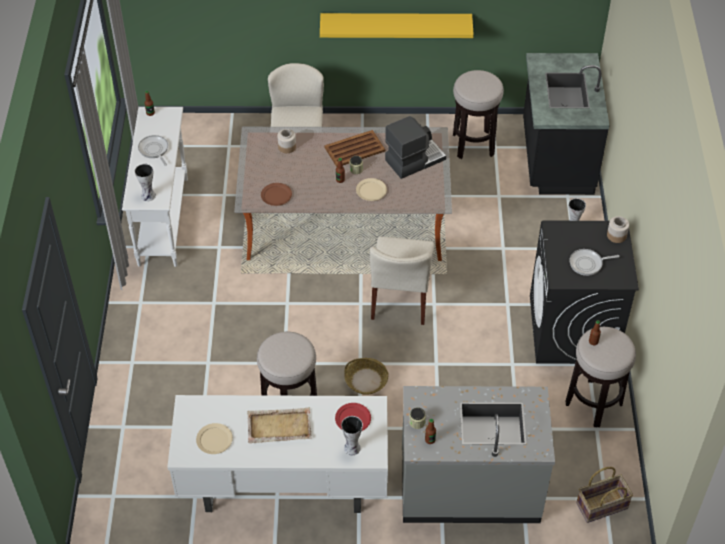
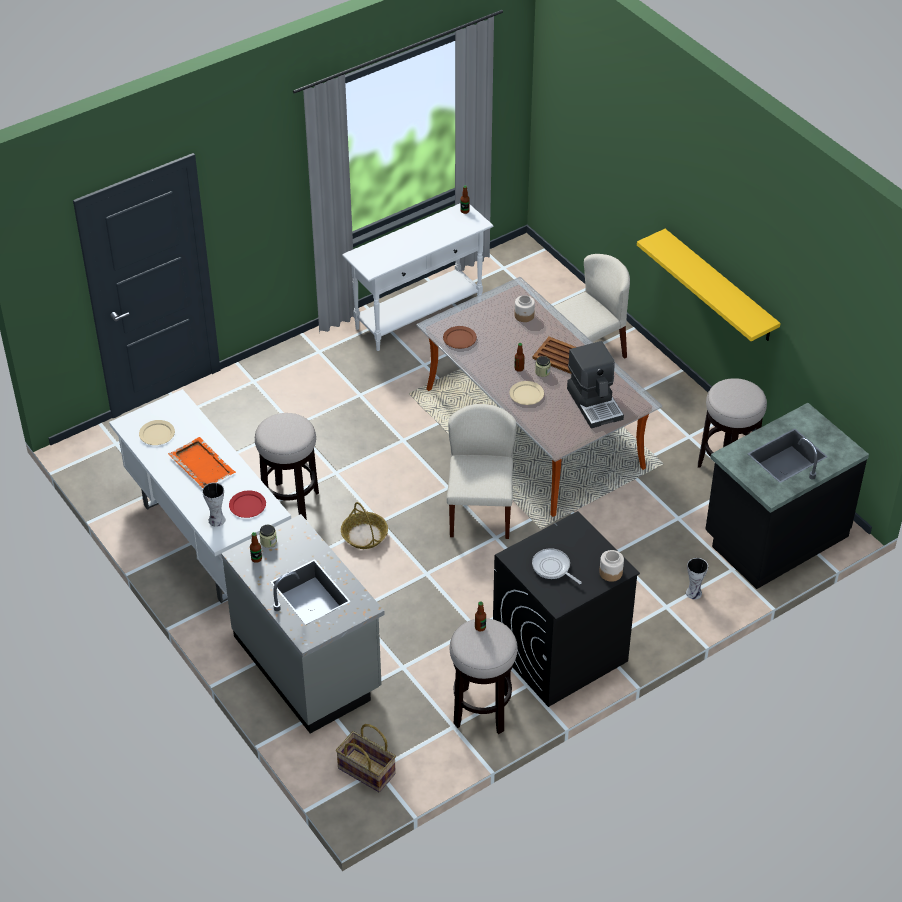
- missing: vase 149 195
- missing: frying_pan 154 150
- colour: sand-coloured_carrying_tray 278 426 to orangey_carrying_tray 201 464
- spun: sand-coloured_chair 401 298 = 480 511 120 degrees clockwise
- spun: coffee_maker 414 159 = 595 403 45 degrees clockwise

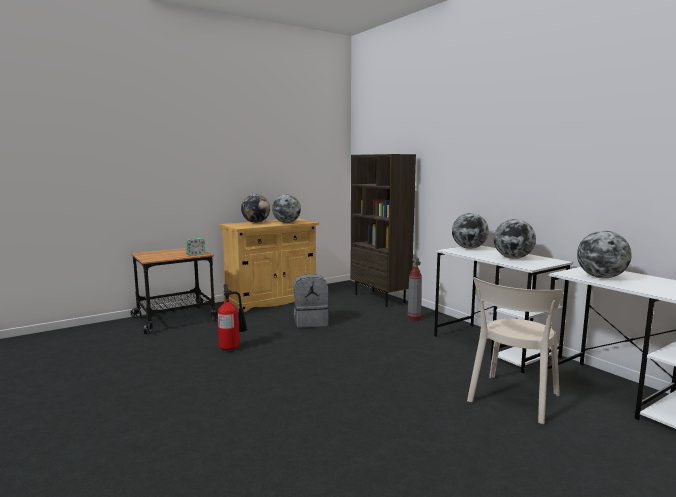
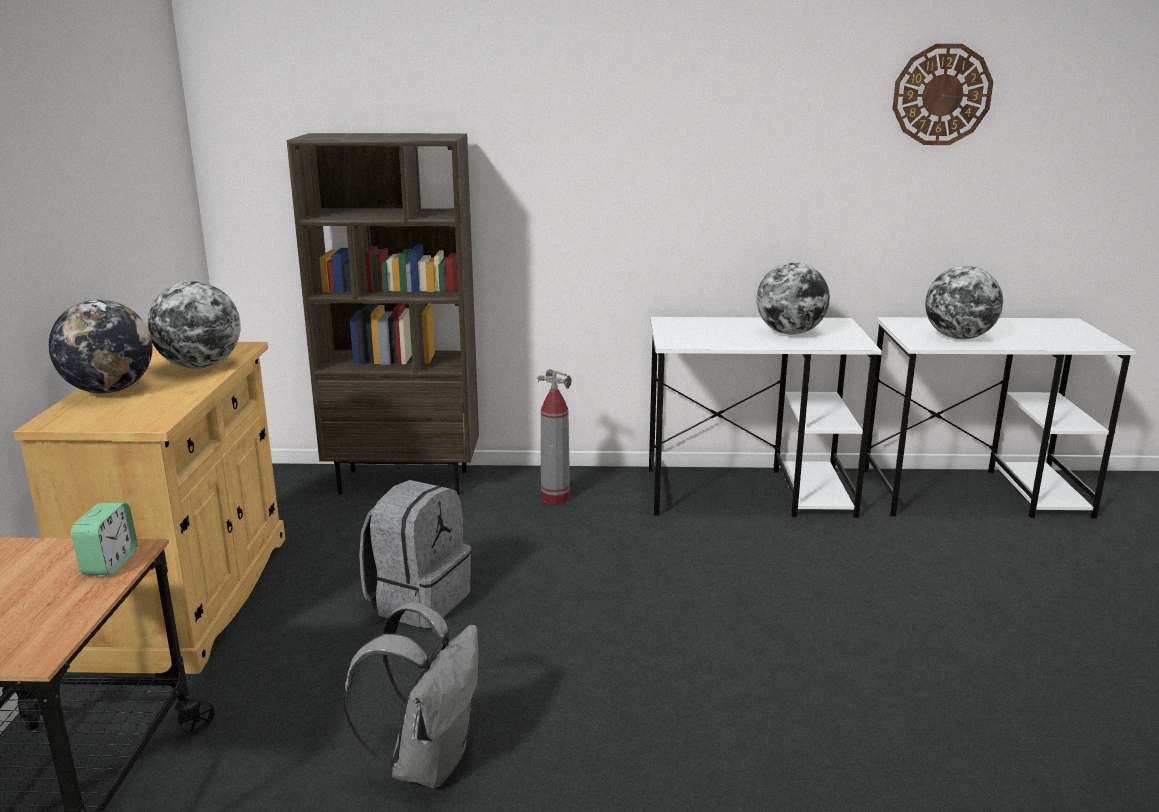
- missing: world_globe 469 248
- missing: sand-coloured_chair 512 400
- appeared: clock_on_the_wall 941 95
- exchanged: fire-fighting_cylinder 232 347 to grey_knapsack 428 761

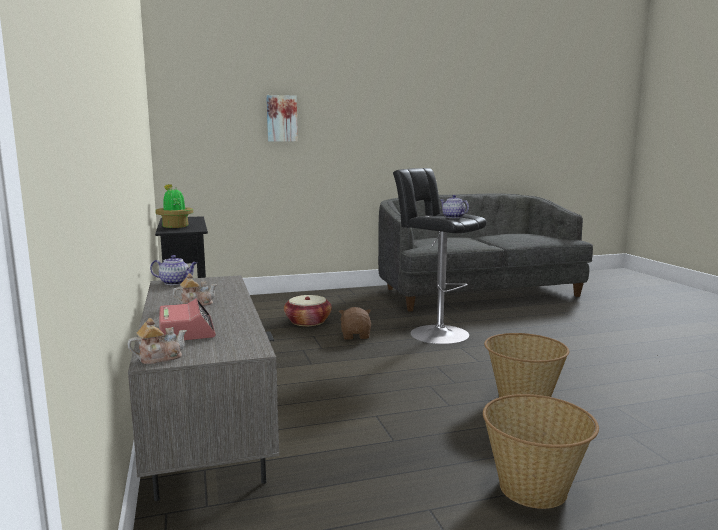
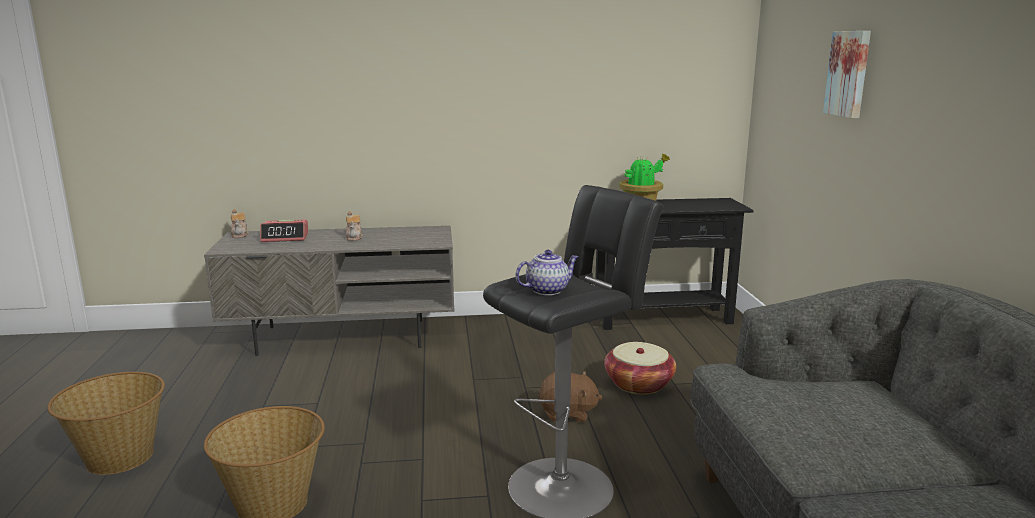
- missing: tea_pot 175 282

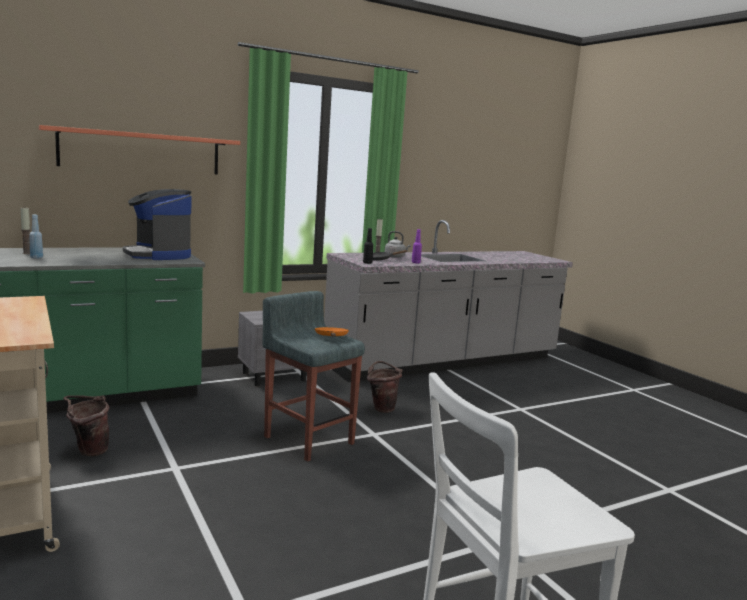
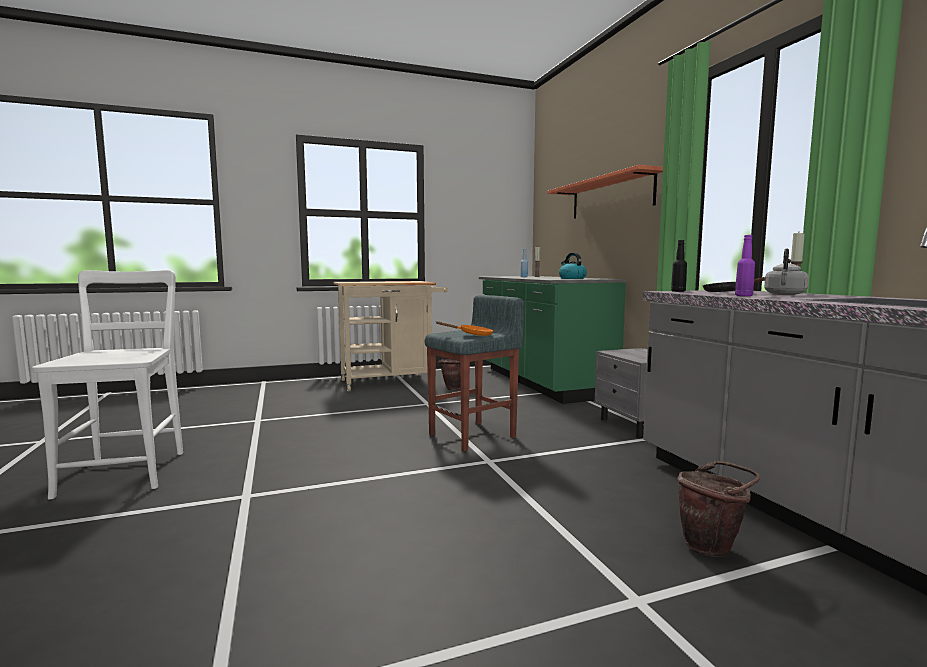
- relocated: brown-coloured_pail 382 408 to 712 547
- exchanged: coffee_maker 158 255 to kettle 572 278

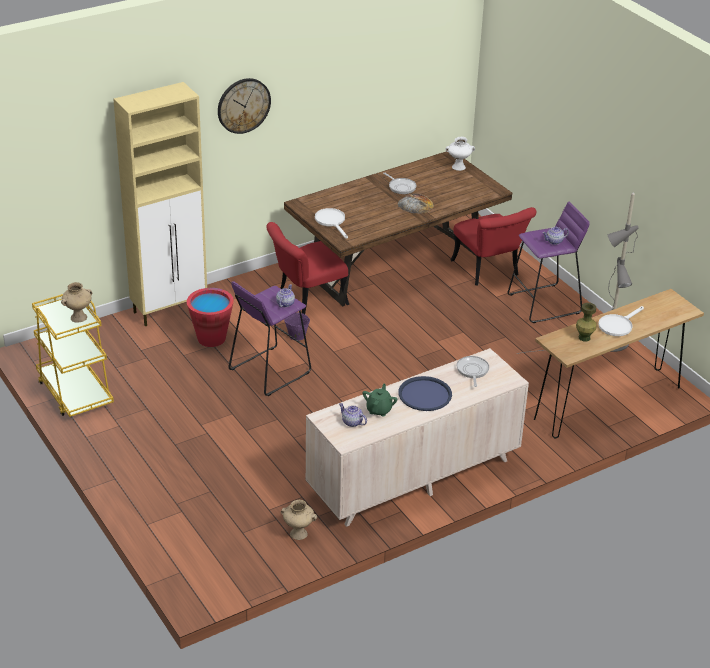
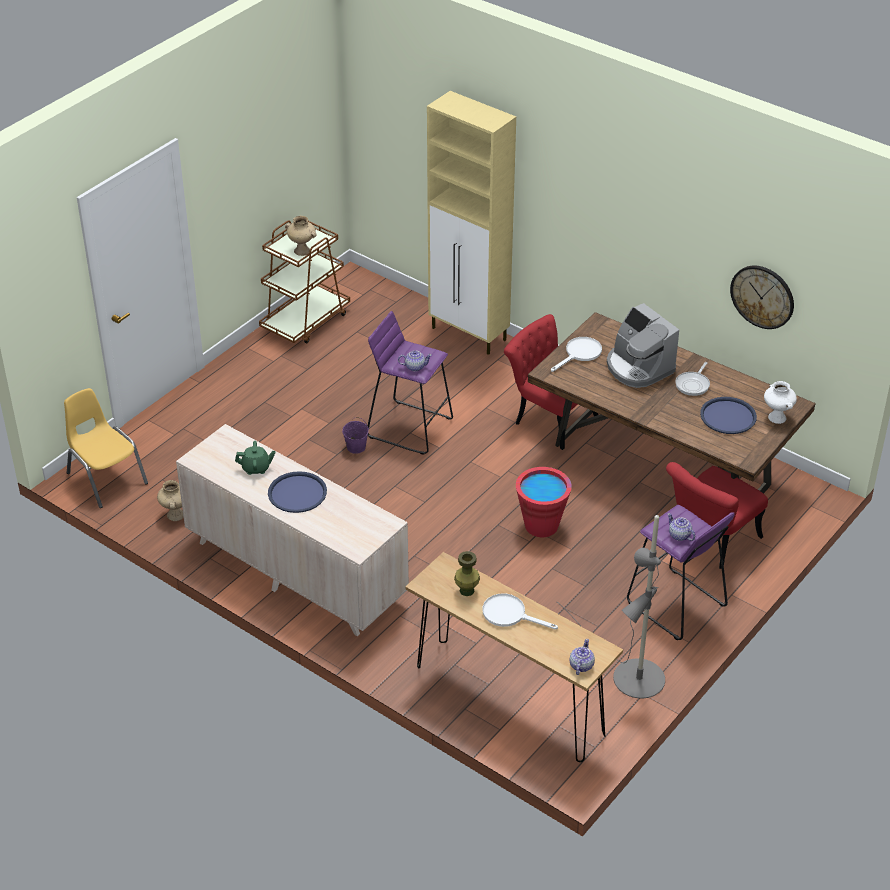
- missing: bread 415 205
- missing: frying_pan 472 371
- appeared: yellow-coloured_chair 106 478
- appeared: coffee_maker 638 367
- appeared: bluish_carrying_tray 728 416
- relocated: red_pail 211 338 to 541 525
- relocated: clock_on_the_wall 243 105 to 762 296
- relocated: purple-coloured_pail 296 335 to 356 447
- relocated: tea_pot 352 422 to 581 666
- colour: yellow-coloured_cart 75 393 to brown-coloured_cart 306 321

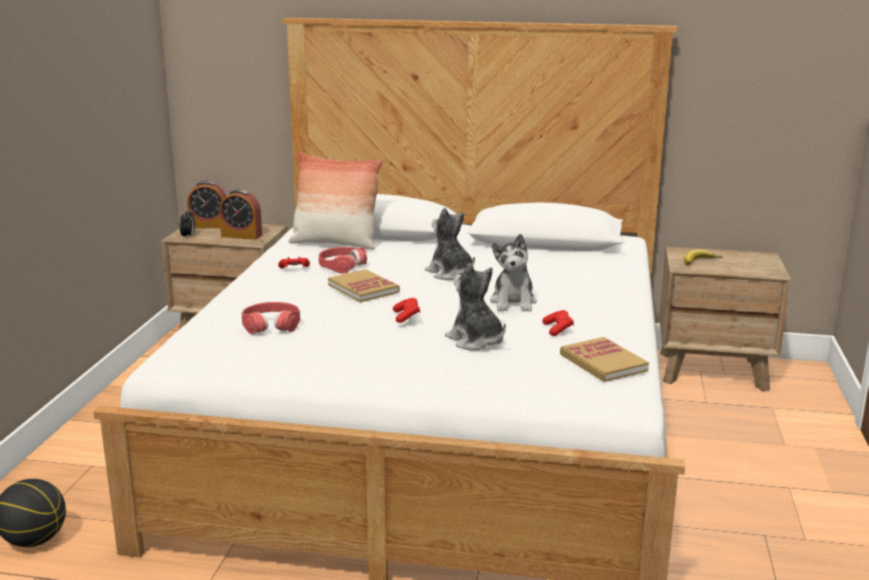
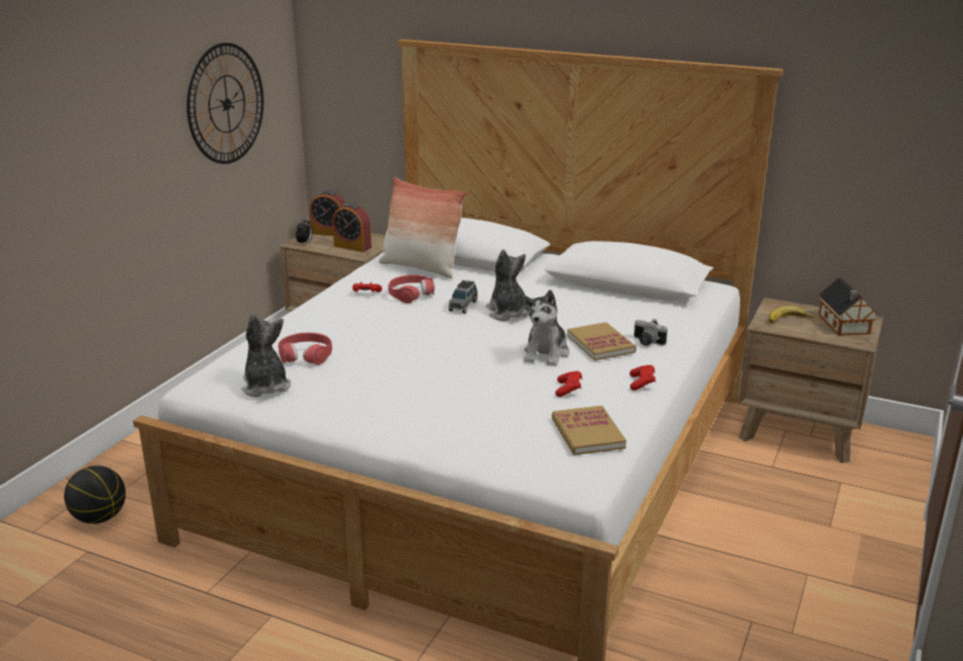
- appeared: clock_on_the_wall 226 104
- appeared: grey_model_car 463 306
- appeared: photo_camera 646 342
- appeared: miniature_house 844 325
- relocated: volume 363 288 to 600 344
- relocated: red_game_controller 406 316 to 642 383
- relocated: plush_toy 476 341 to 265 386

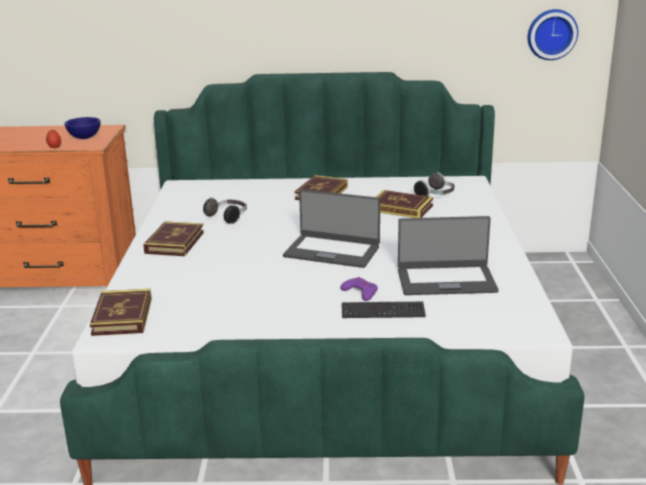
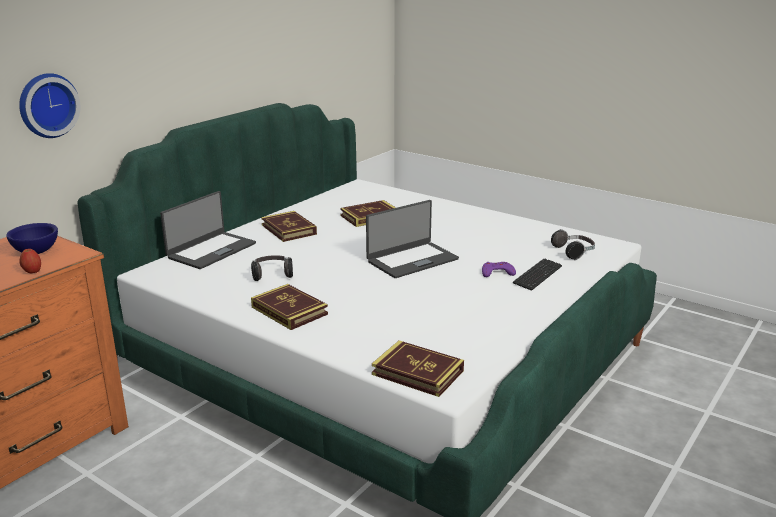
- relocated: portable_computer 446 280 to 211 250
- relocated: headset 436 195 to 574 252
- relocated: clock_on_the_wall 551 34 to 47 105

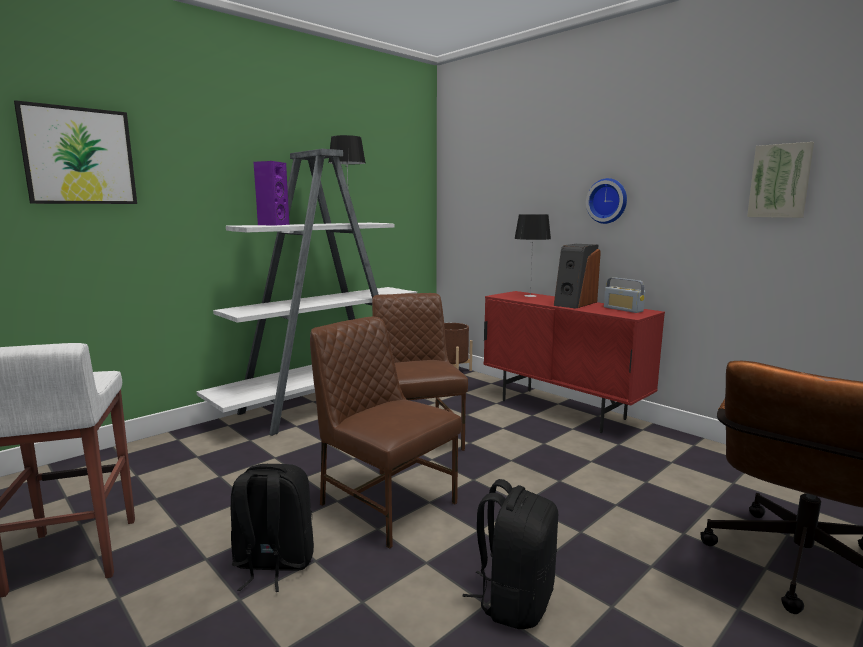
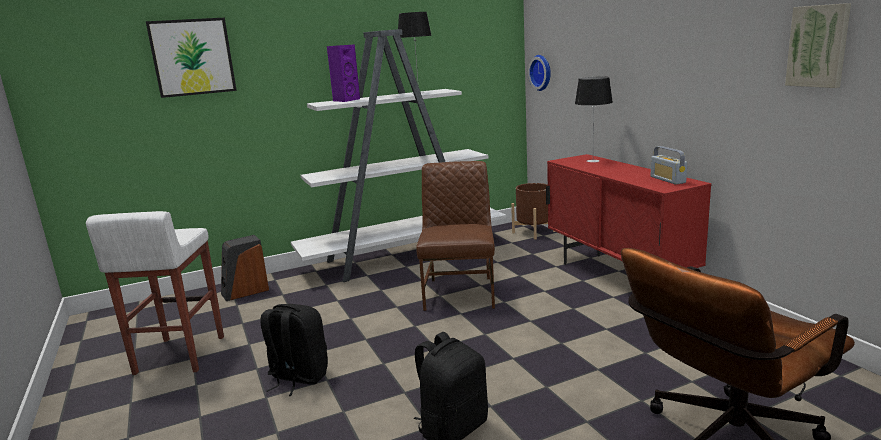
- missing: brown-coloured_chair 385 503
- relocated: audio_speaker 574 303 to 245 291
- relocated: clock_on_the_wall 608 201 to 542 72

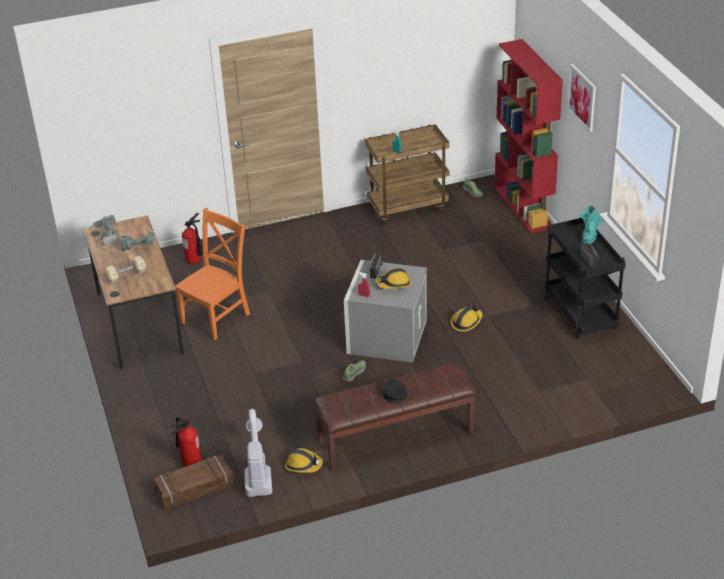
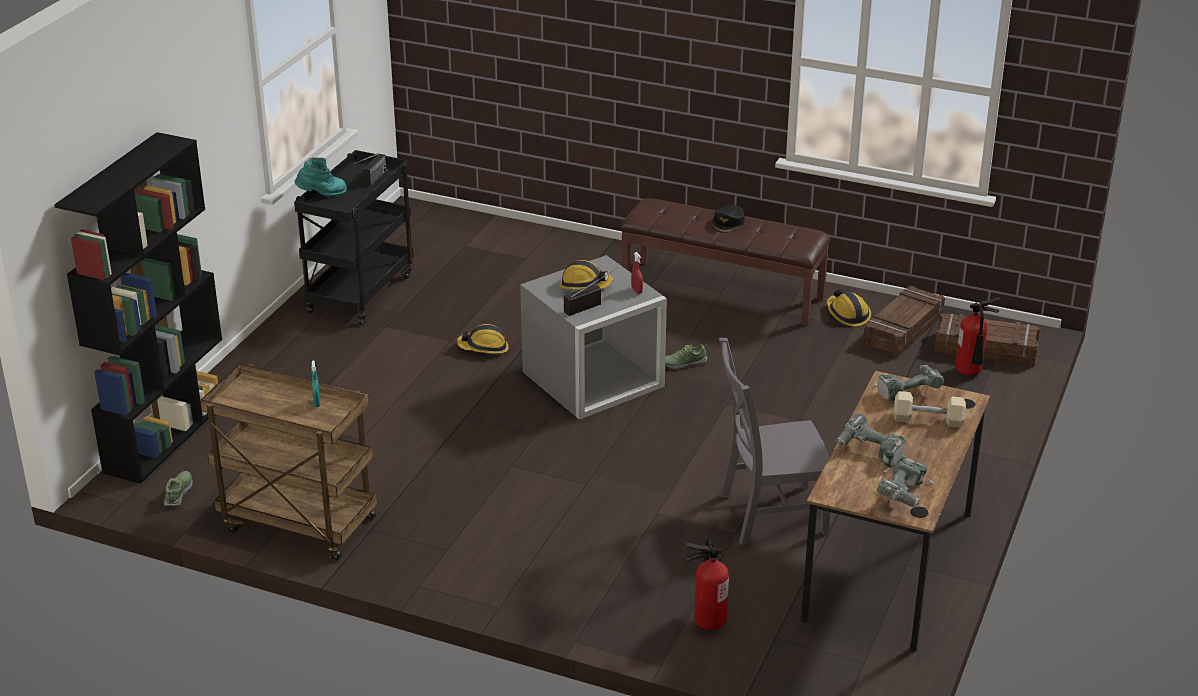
- missing: wall_art 582 97
- appeared: electric_drill 907 391
- exchanged: vacuum_cleaner 257 473 to crate 904 330
- colour: orangey_chair 217 317 to grey_chair 768 514
- colour: red_bookcase 523 207 to black-coloured_bookcase 167 434

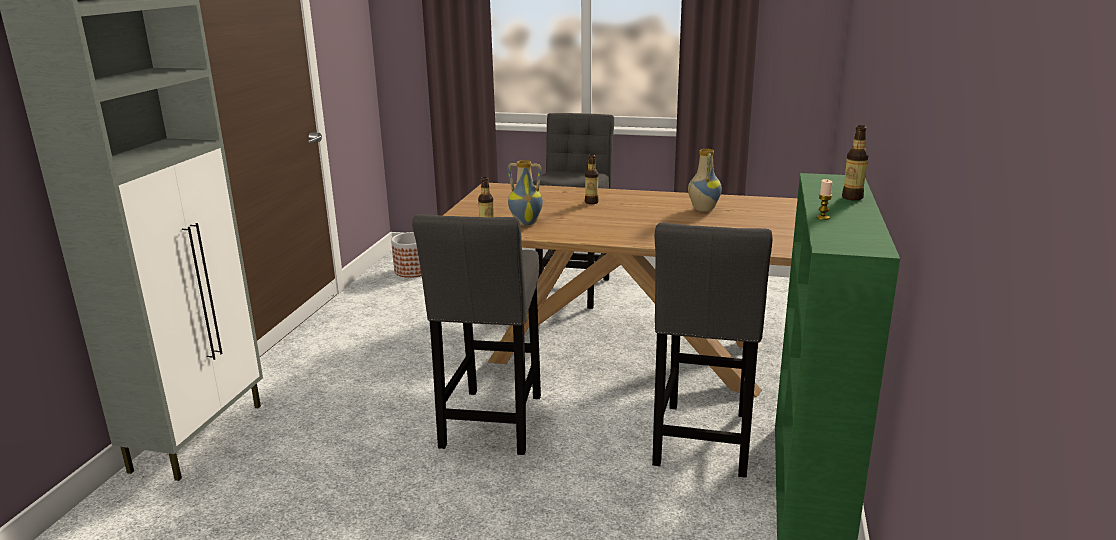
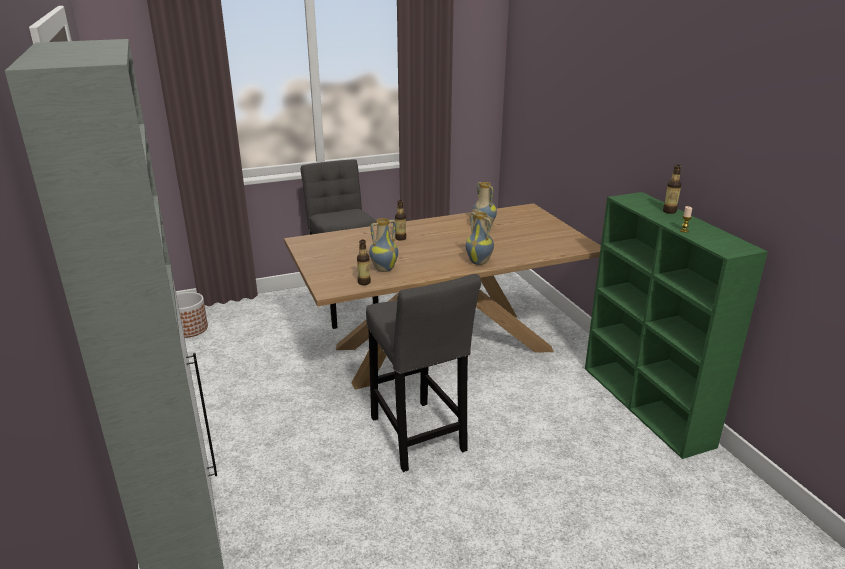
- missing: grey_sitting_stool 702 443
- appeared: vase 479 262

